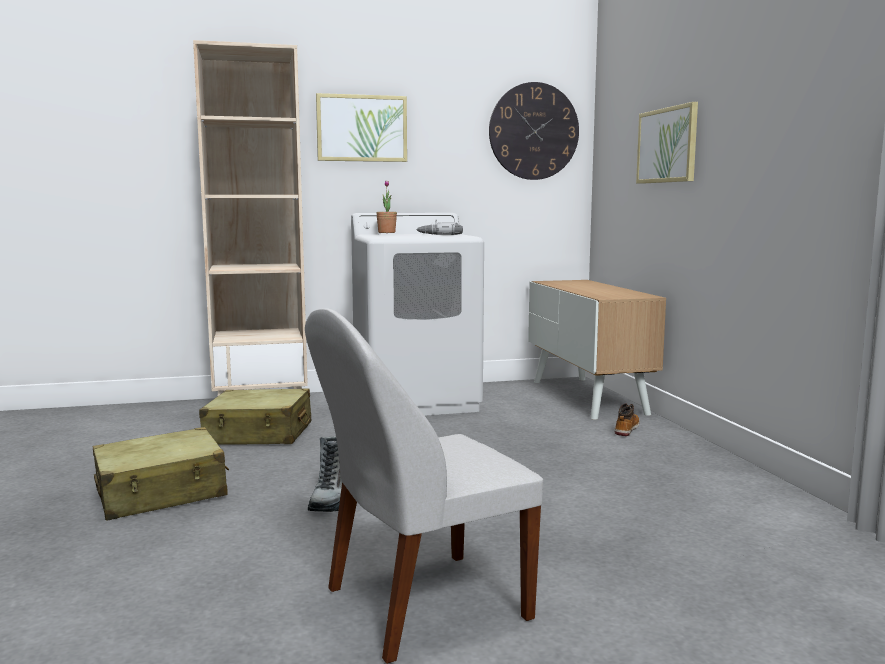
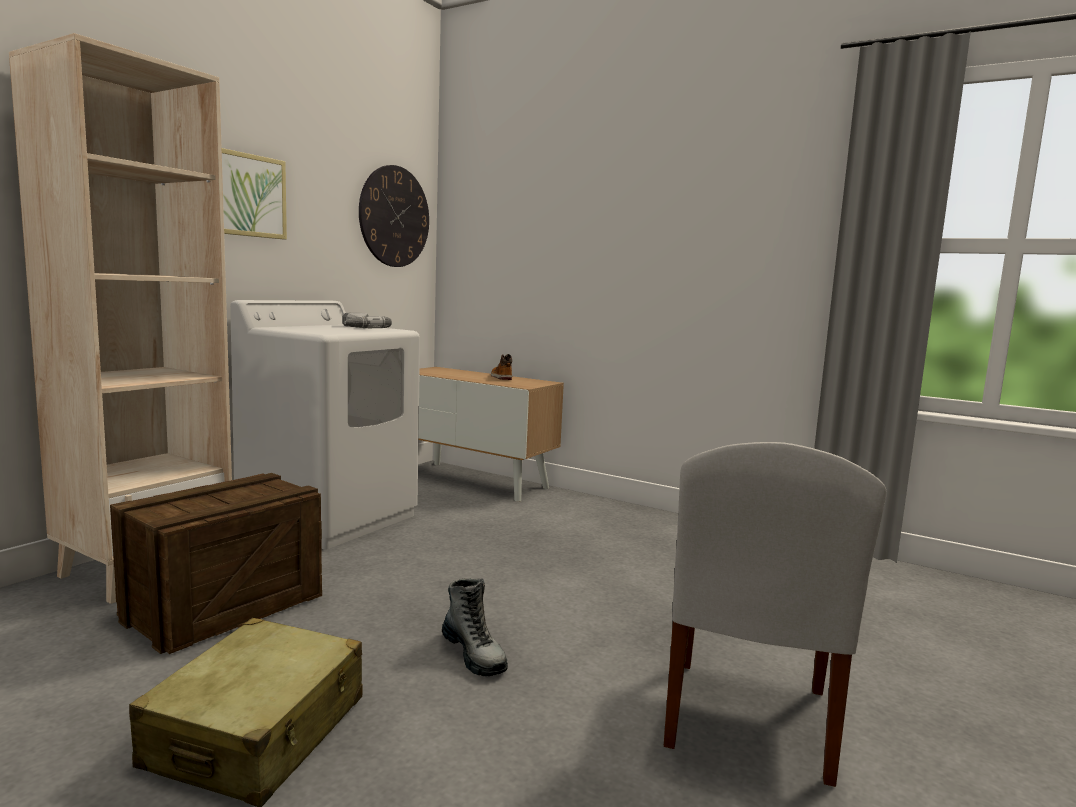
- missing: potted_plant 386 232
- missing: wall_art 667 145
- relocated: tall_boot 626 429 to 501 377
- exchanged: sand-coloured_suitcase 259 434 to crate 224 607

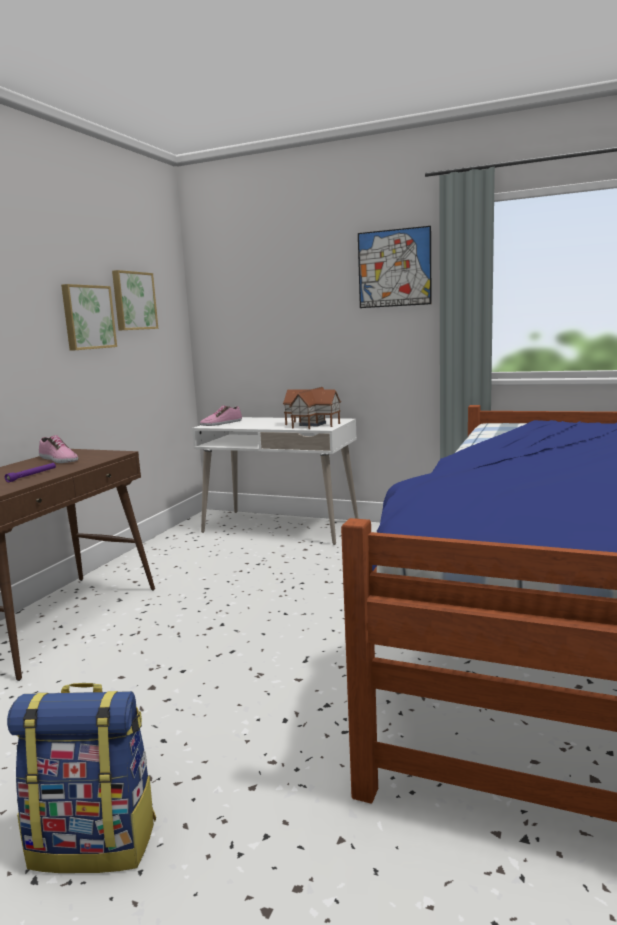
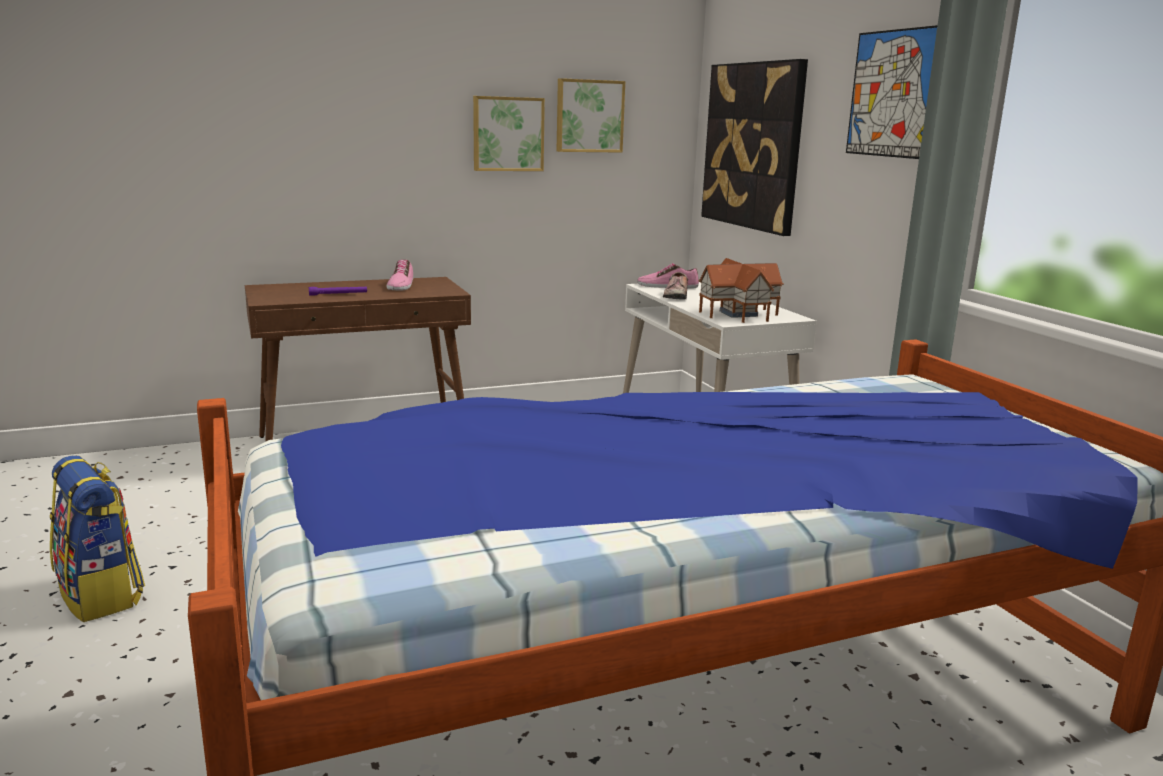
- appeared: low_shoe 675 296
- appeared: wall_art 753 146

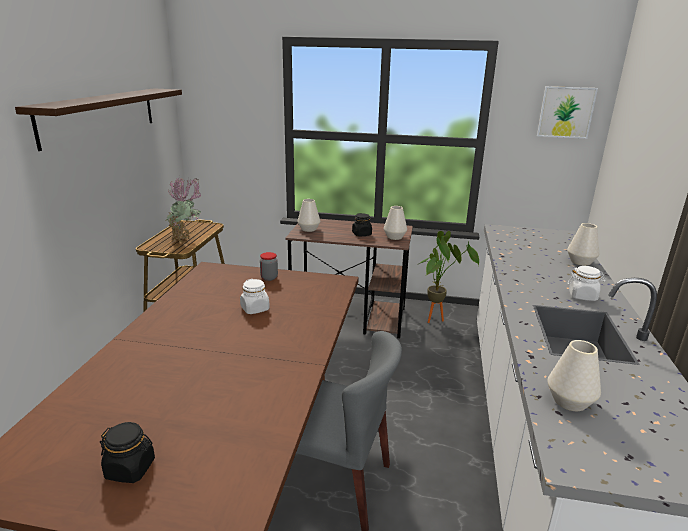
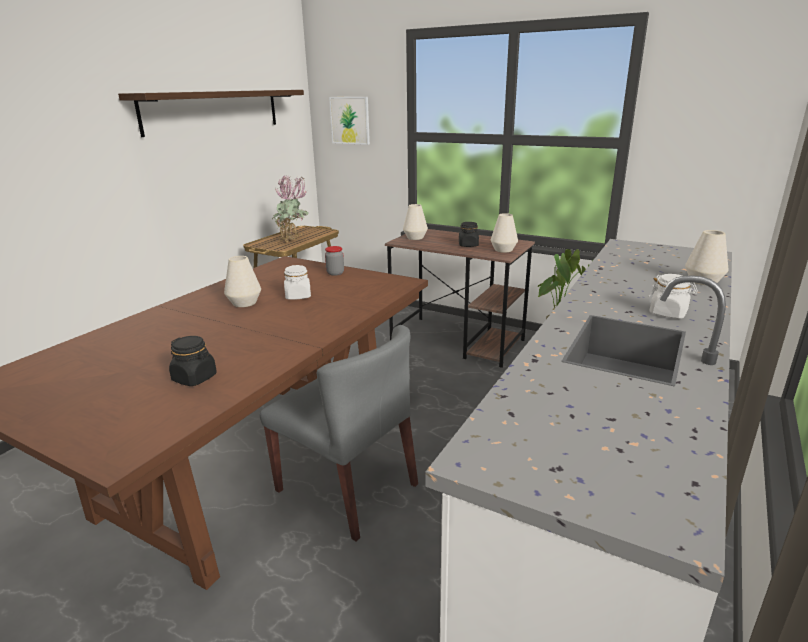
- relocated: black-coloured_preserve_jar 130 469 to 195 378
- relocated: wall_art 566 112 to 350 120
- relocated: white_vase 570 401 to 244 303

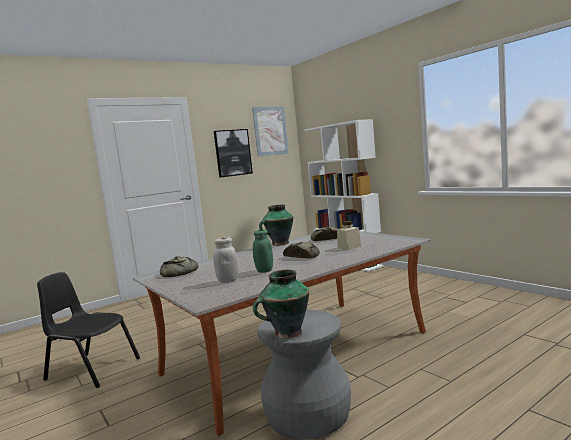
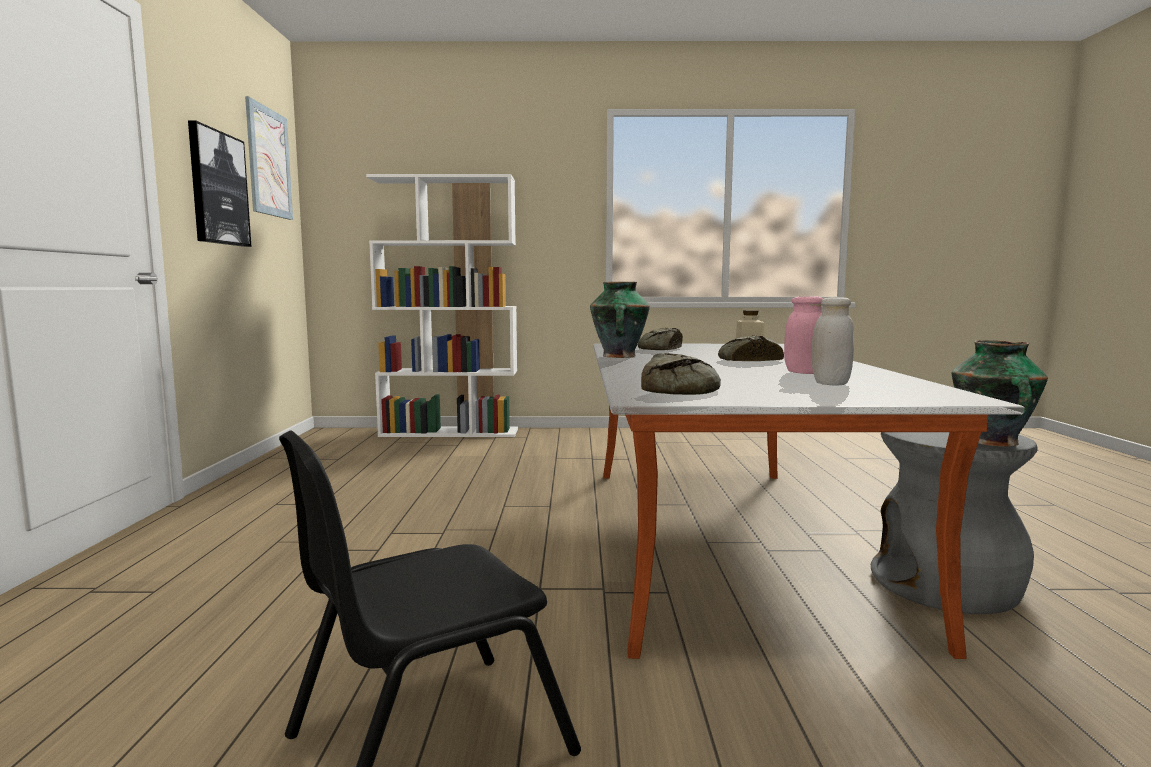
- colour: green_preserve_jar 264 271 to pink-coloured_preserve_jar 803 372

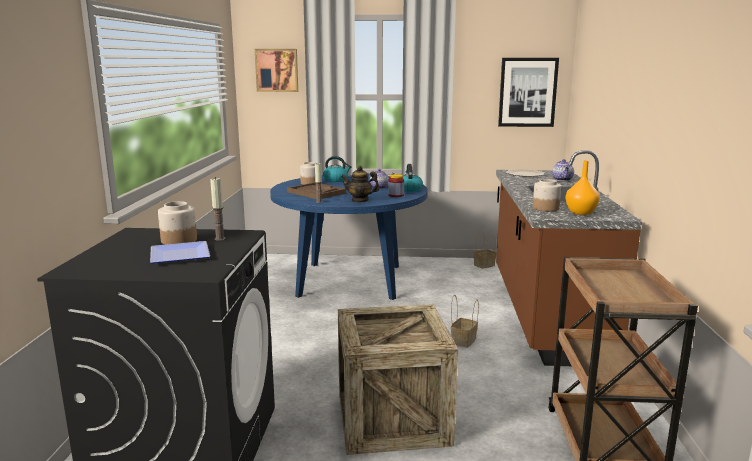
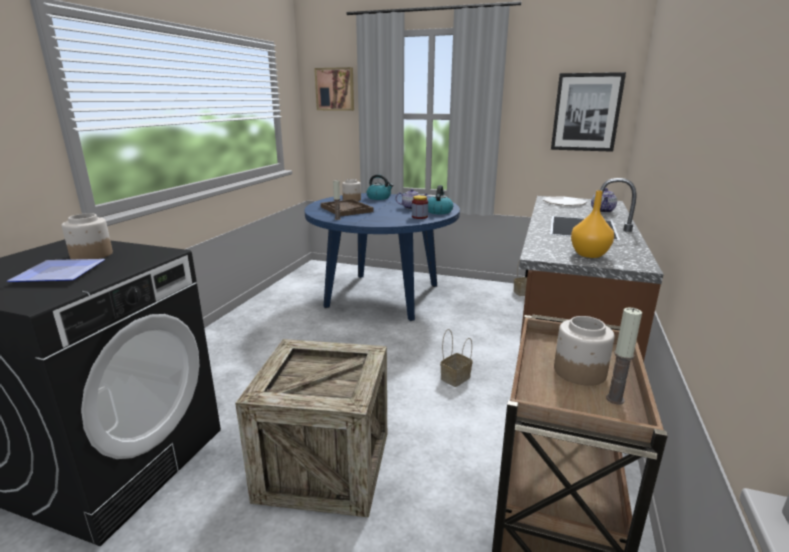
- missing: tea_pot 360 200
- relocated: wax_candle 220 239 to 615 399
- relocated: preserve_jar 545 208 to 579 371

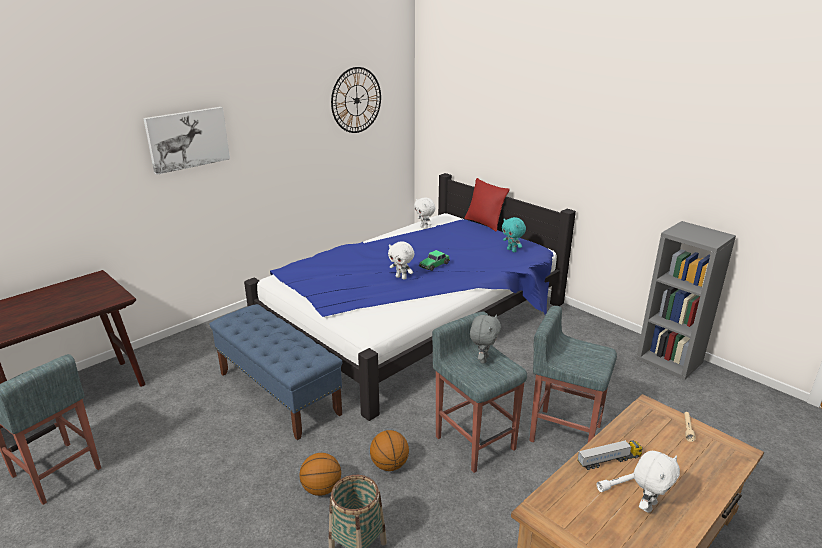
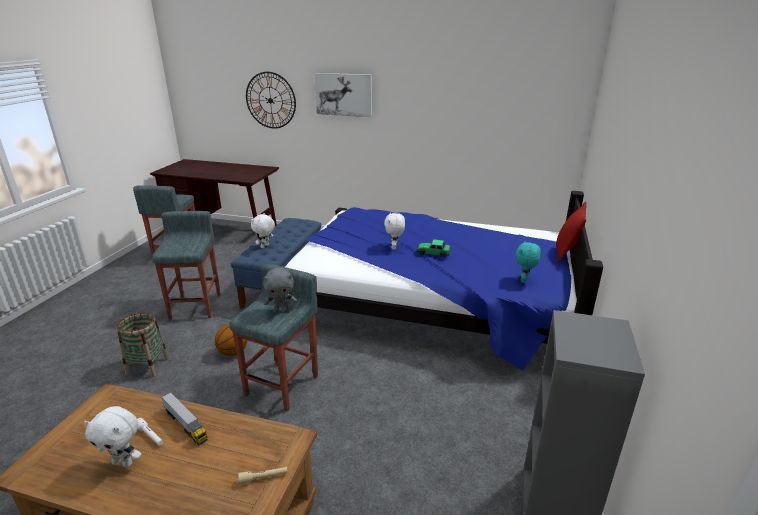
- missing: basketball 321 489
- relocated: clock_on_the_wall 356 100 to 270 100
- relocated: white_plush_toy 424 228 to 265 246
- relocated: grey_sitting_stool 564 433 to 196 306

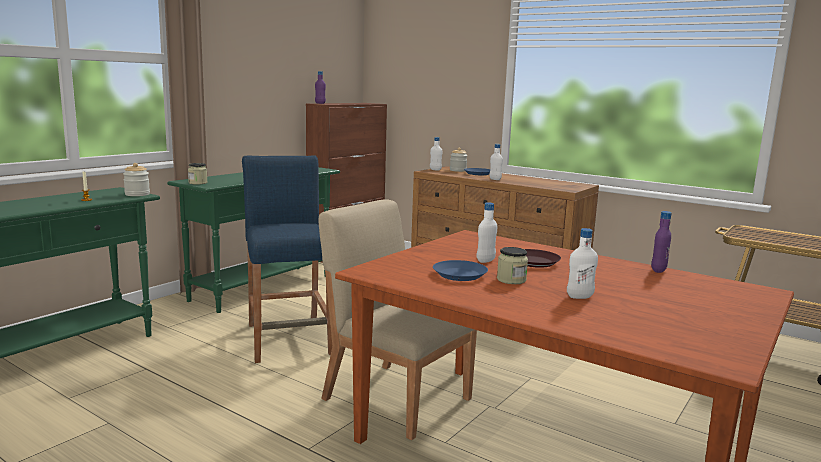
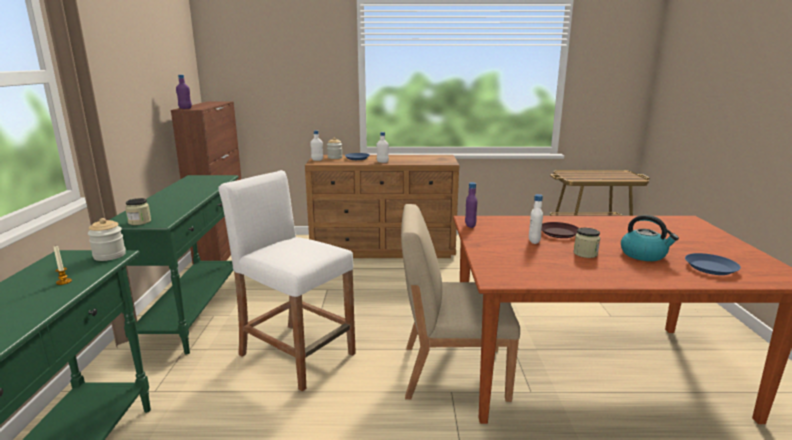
- relocated: bluish_dinner_plate 460 275 to 711 268
- relocated: purple-coloured_drink_bottle 658 270 to 470 225
- exchanged: white_drink_bottle 579 297 to kettle 644 255
- colour: bluish_sitting_stool 289 339 to white_sitting_stool 297 354

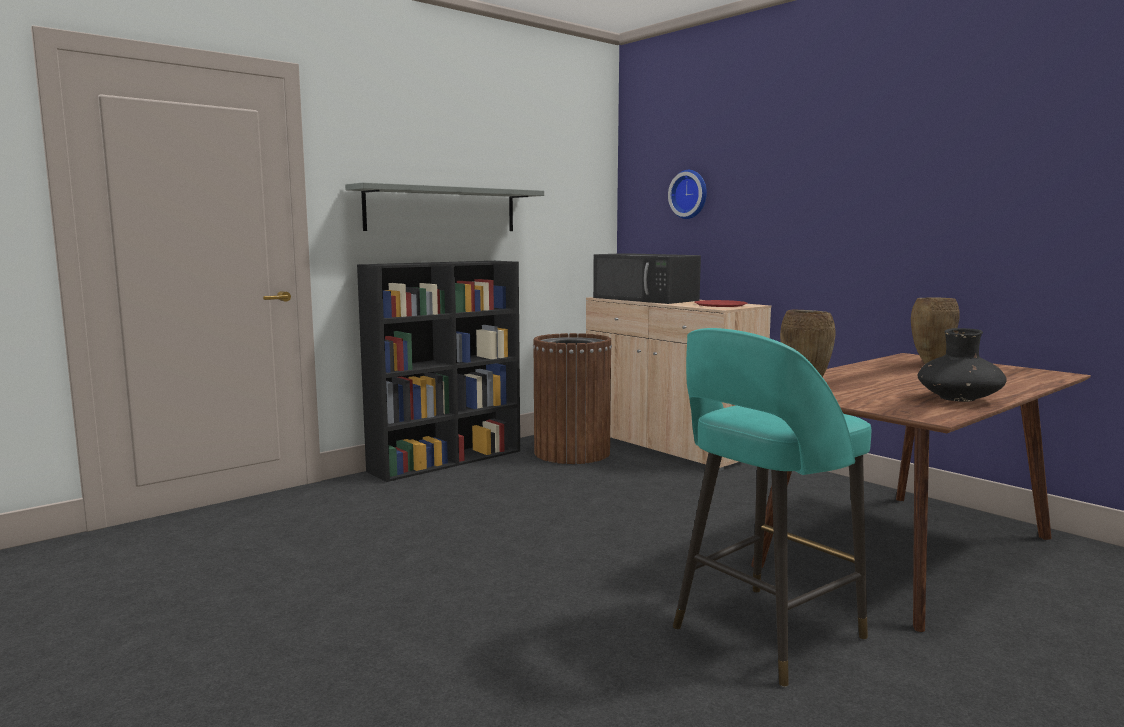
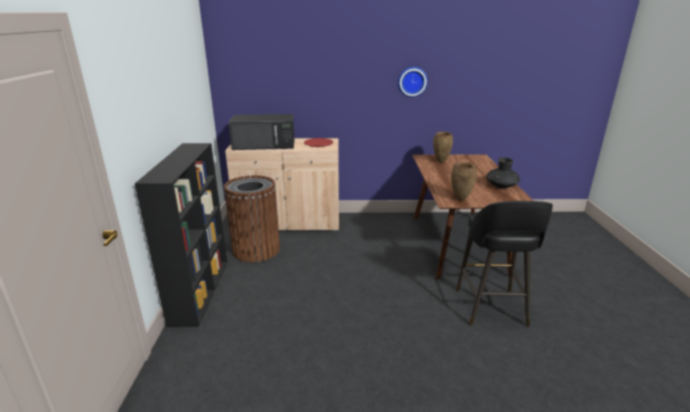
- missing: grey_shelf 442 209
- relocated: clock_on_the_wall 690 194 to 412 81
- colour: turquoise-coloured_sitting_stool 763 634 to black-coloured_sitting_stool 491 308

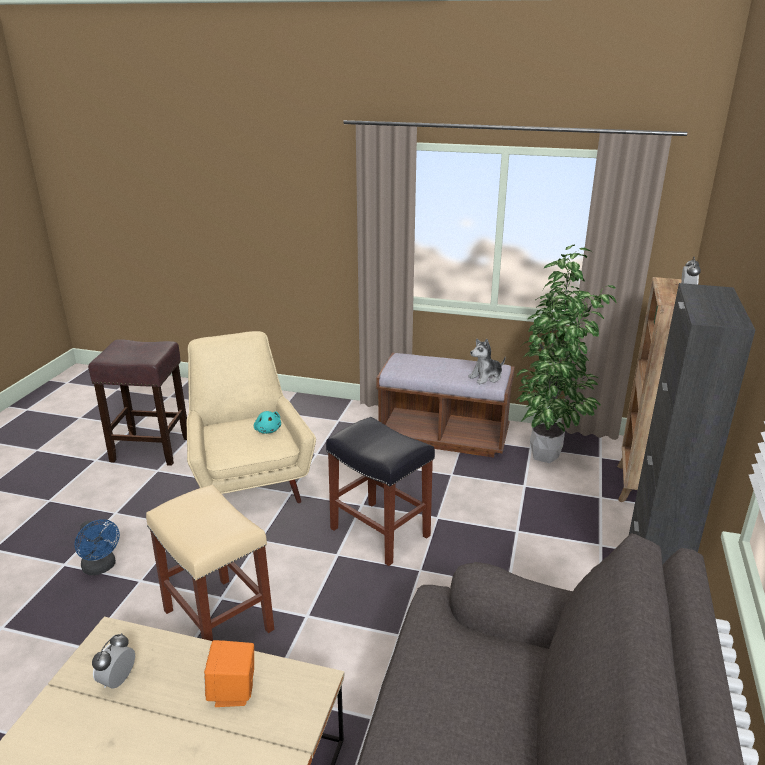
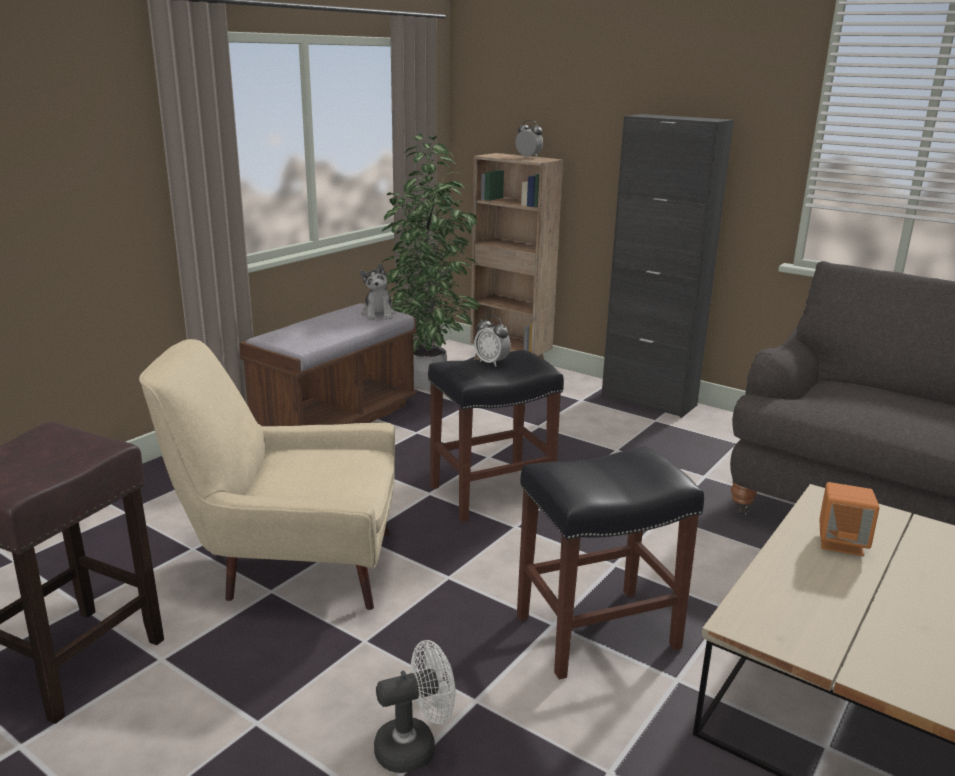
- missing: turquoise-coloured_plush_toy 268 430
- relocated: alarm_clock 118 680 to 491 362
- colour: bluish_fan 101 567 to white_fan 415 747
- colour: sand-coloured_sitting_stool 219 621 to black-coloured_sitting_stool 598 630

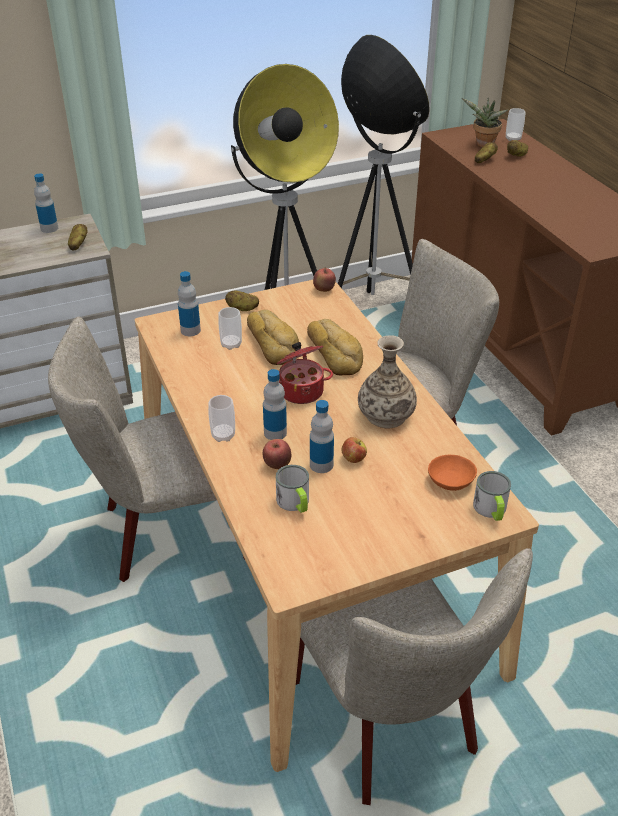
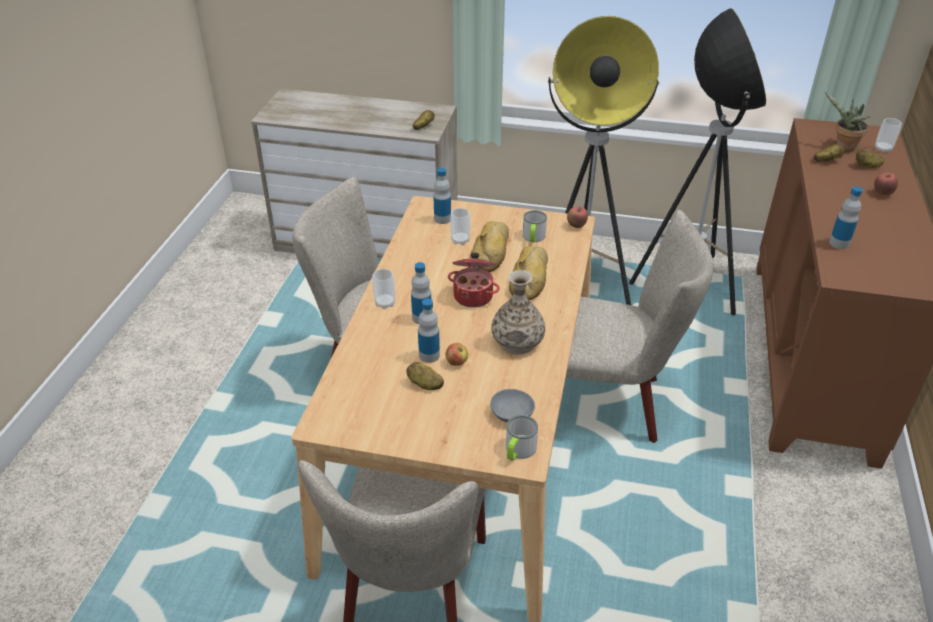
- relocated: drink_bottle 49 228 to 839 243
- relocated: spud 242 309 to 424 384
- relocated: whole_apple 277 465 to 882 193
- relocated: tea_mug 295 503 to 533 238
- colour: orangey_serving_bowl 451 479 to grey_serving_bowl 513 413

